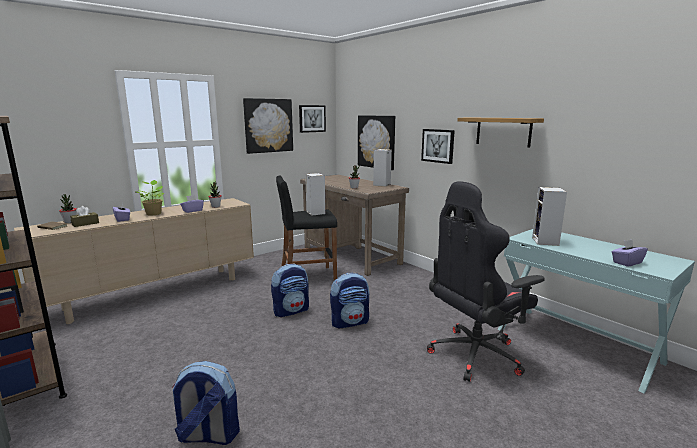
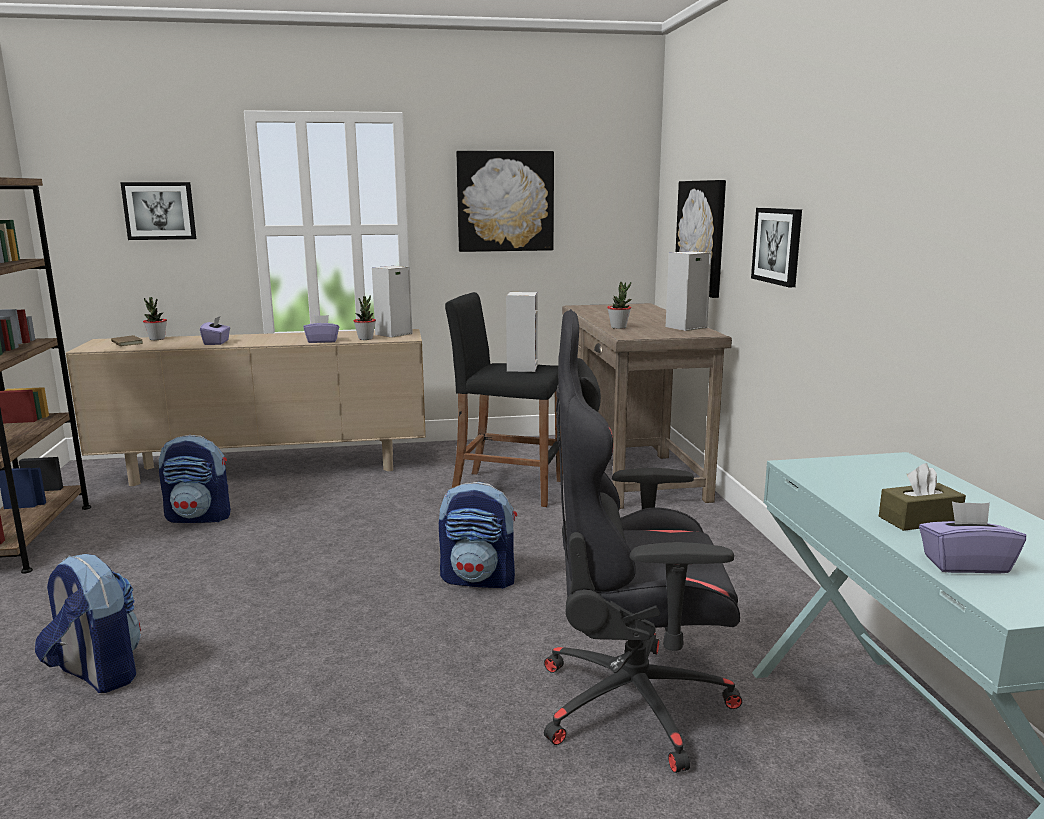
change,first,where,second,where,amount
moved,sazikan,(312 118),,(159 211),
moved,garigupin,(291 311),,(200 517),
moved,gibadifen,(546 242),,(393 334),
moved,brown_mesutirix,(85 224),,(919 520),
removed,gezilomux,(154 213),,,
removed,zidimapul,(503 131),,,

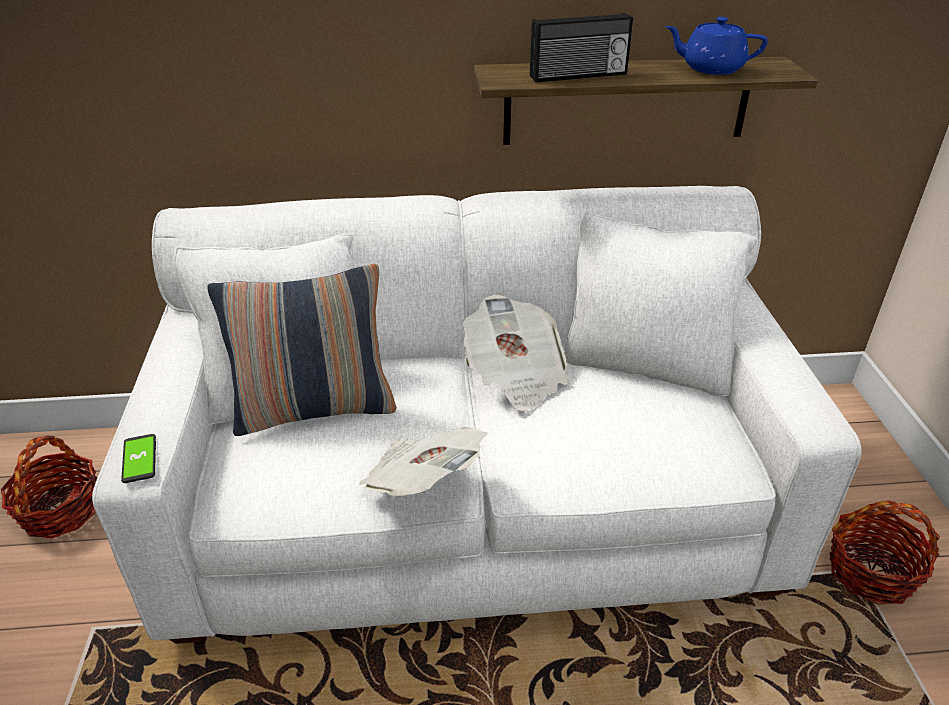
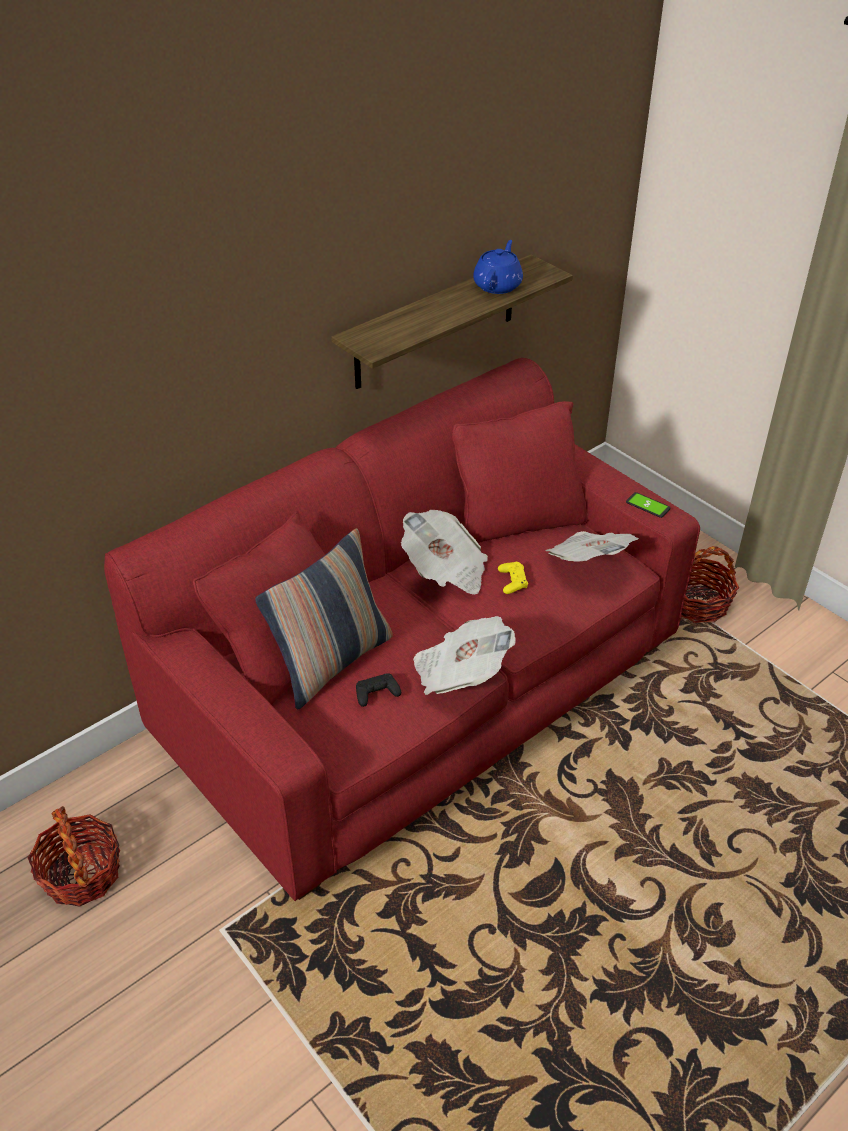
change,first,where,second,where,amount
recoloured,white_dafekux,(473 510),red_dafekux,(423 694),
added,,,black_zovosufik,(377 693),
turned,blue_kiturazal,(710 68),,(498 285),135 degrees clockwise
added,,,yellow_zovosufik,(512 581),
added,,,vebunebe,(588 562),
moved,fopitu,(139 459),,(648 505),
removed,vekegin,(579 76),,,

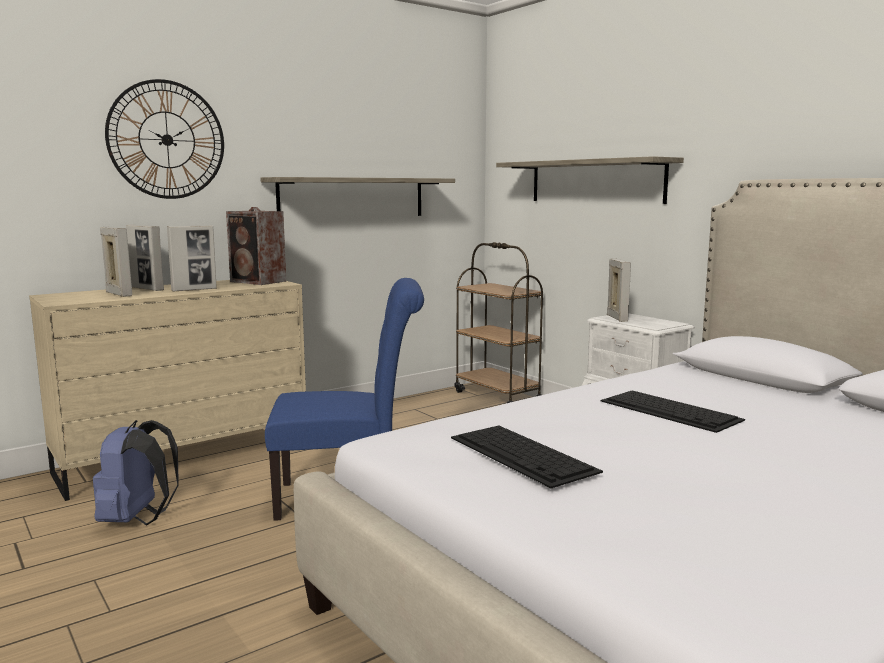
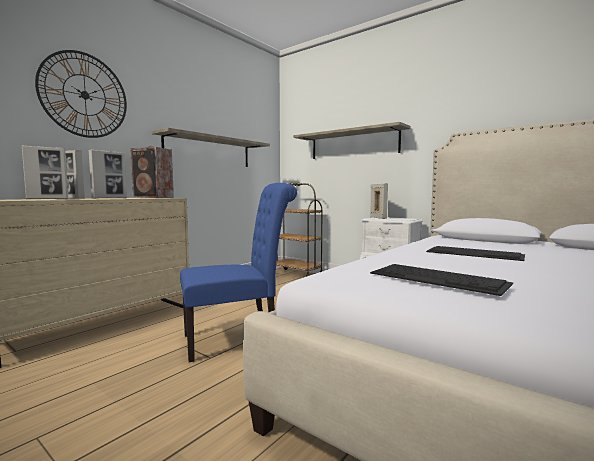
change,first,where,second,where,amount
turned,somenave,(119 294),,(48 199),120 degrees clockwise
removed,blue_garigupin,(137 519),,,

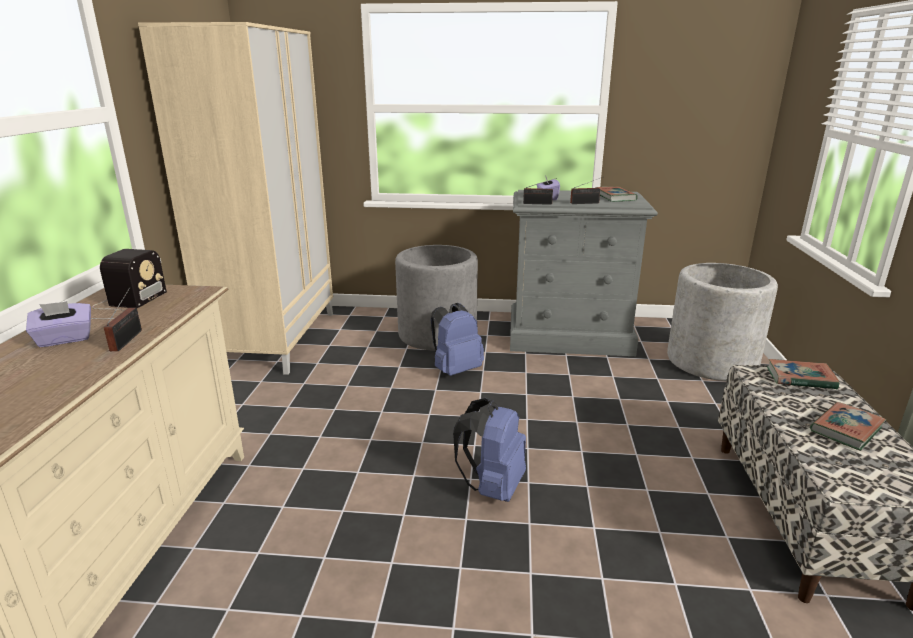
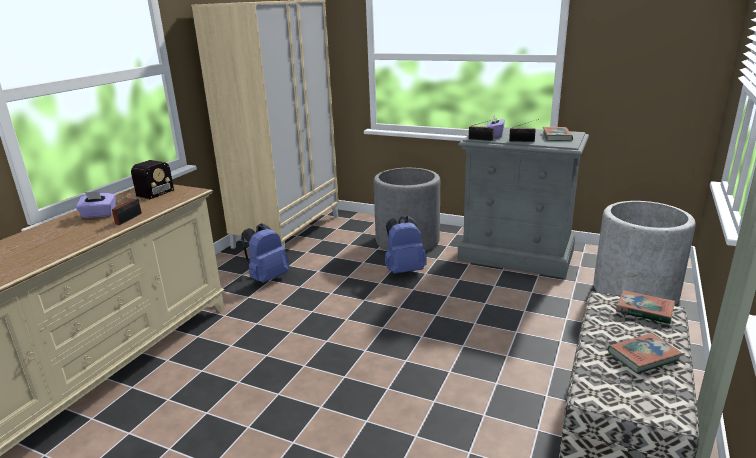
change,first,where,second,where,amount
moved,blue_garigupin,(492 487),,(267 278),

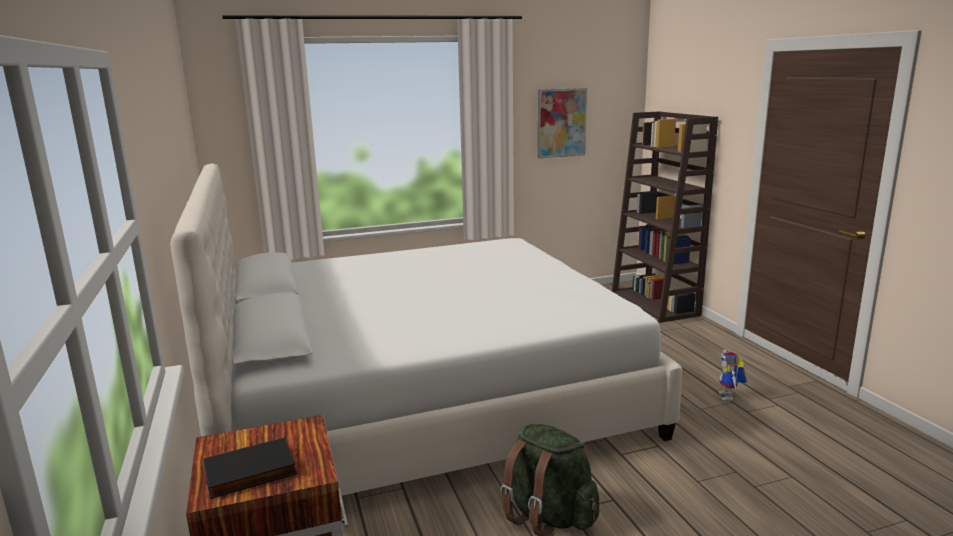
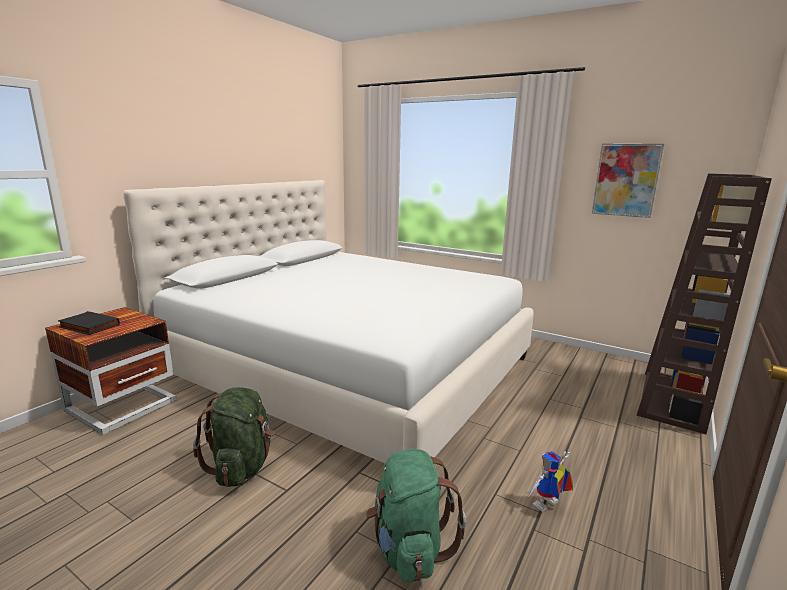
change,first,where,second,where,amount
added,,,green_garigupin,(409 548),

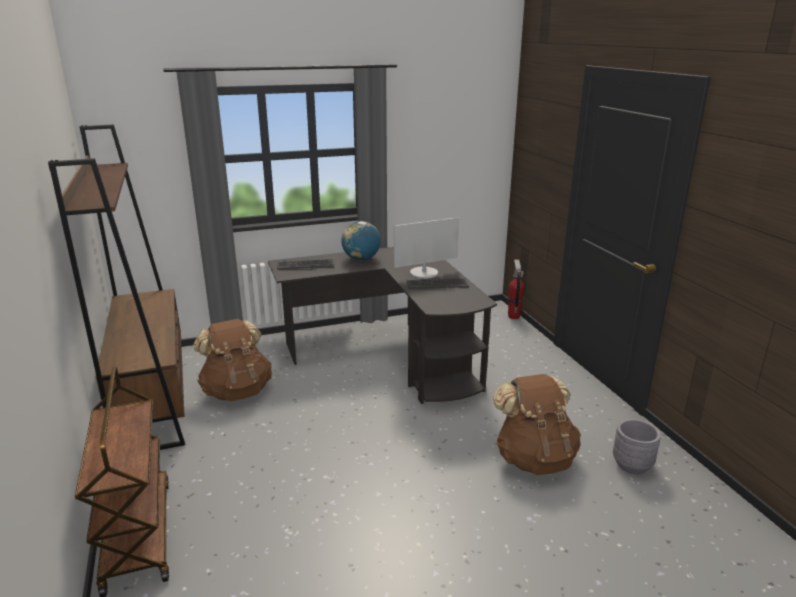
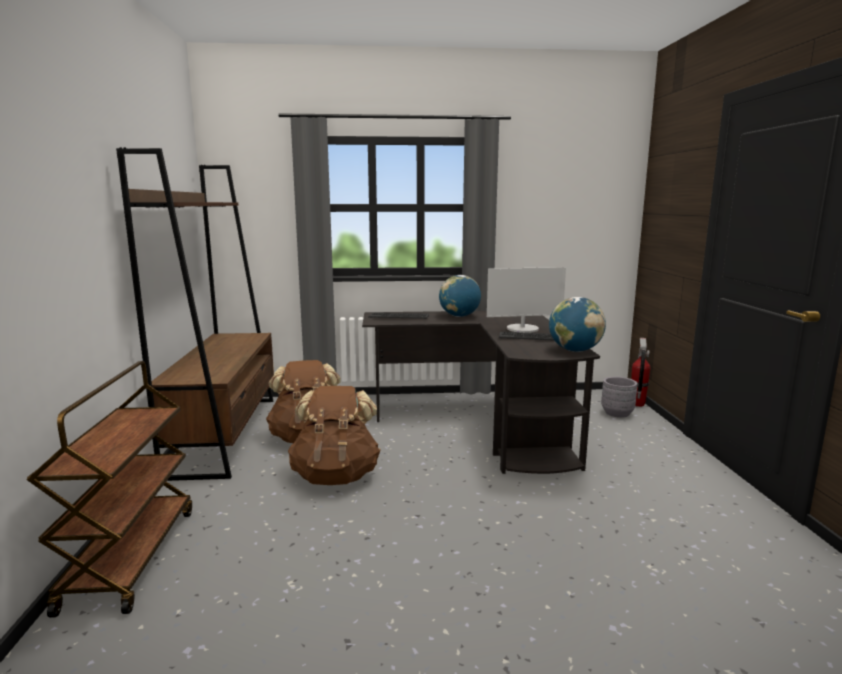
change,first,where,second,where,amount
moved,brown_garigupin,(534 458),,(336 476),
added,,,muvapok,(575 350),
moved,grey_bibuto,(632 465),,(617 413),

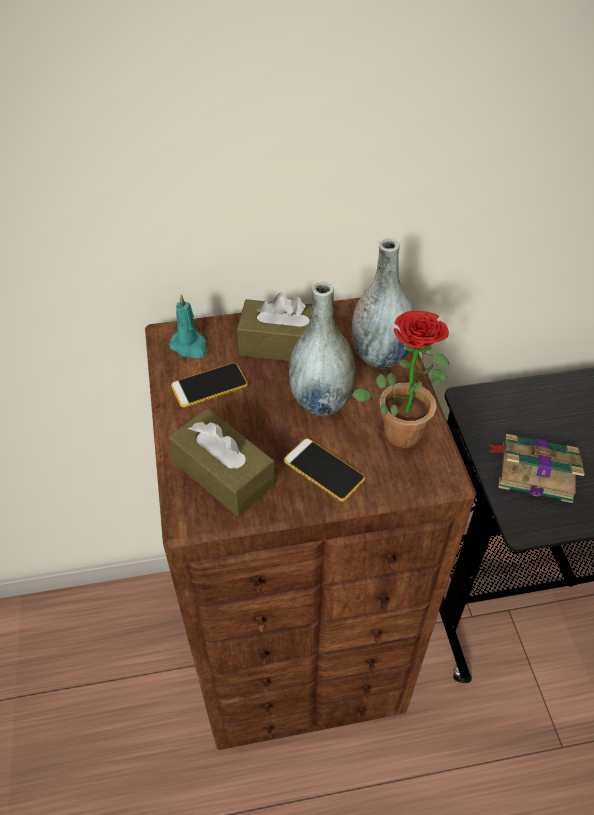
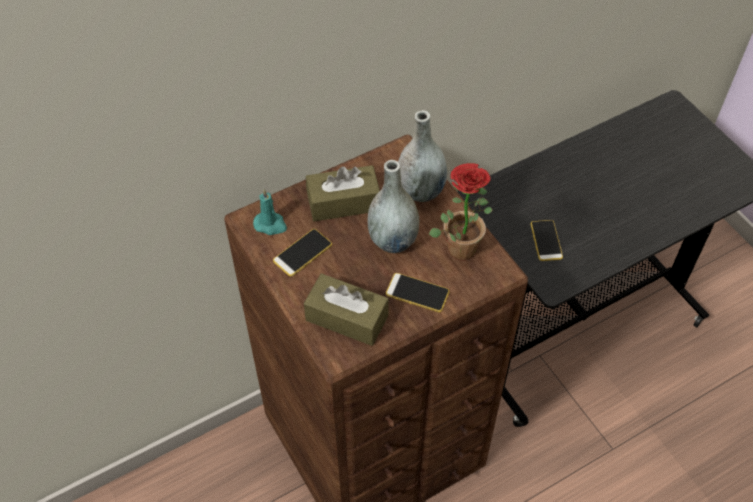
change,first,where,second,where,amount
replaced,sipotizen,(534 470),fopitu,(546 240),

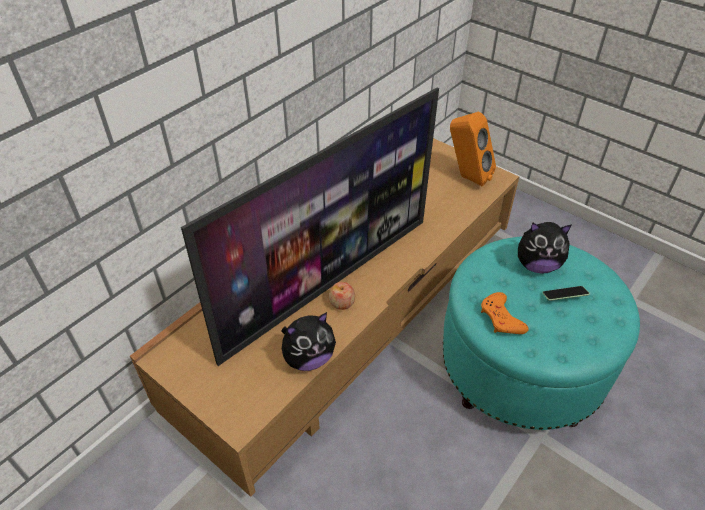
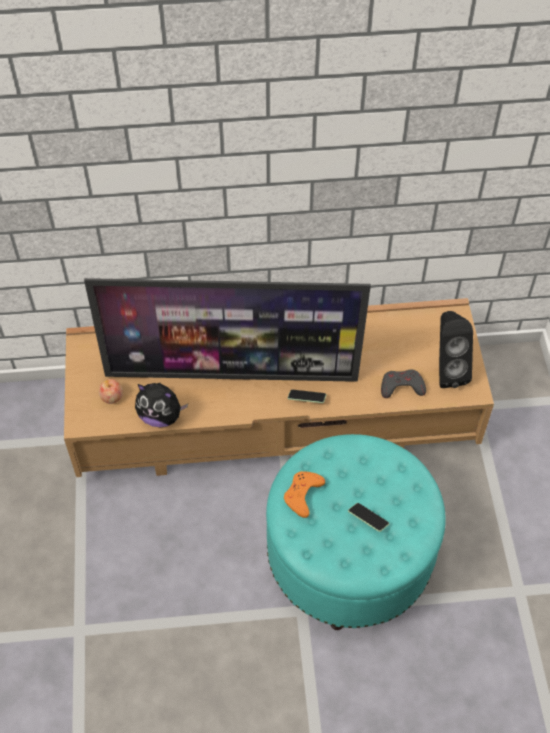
change,first,where,second,where,amount
moved,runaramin,(342 303),,(112 396),
added,,,fopitu,(306 399),
added,,,grey_zovosufik,(401 386),
recoloured,orange_gibadifen,(466 177),black_gibadifen,(446 370),
removed,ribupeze,(537 265),,,

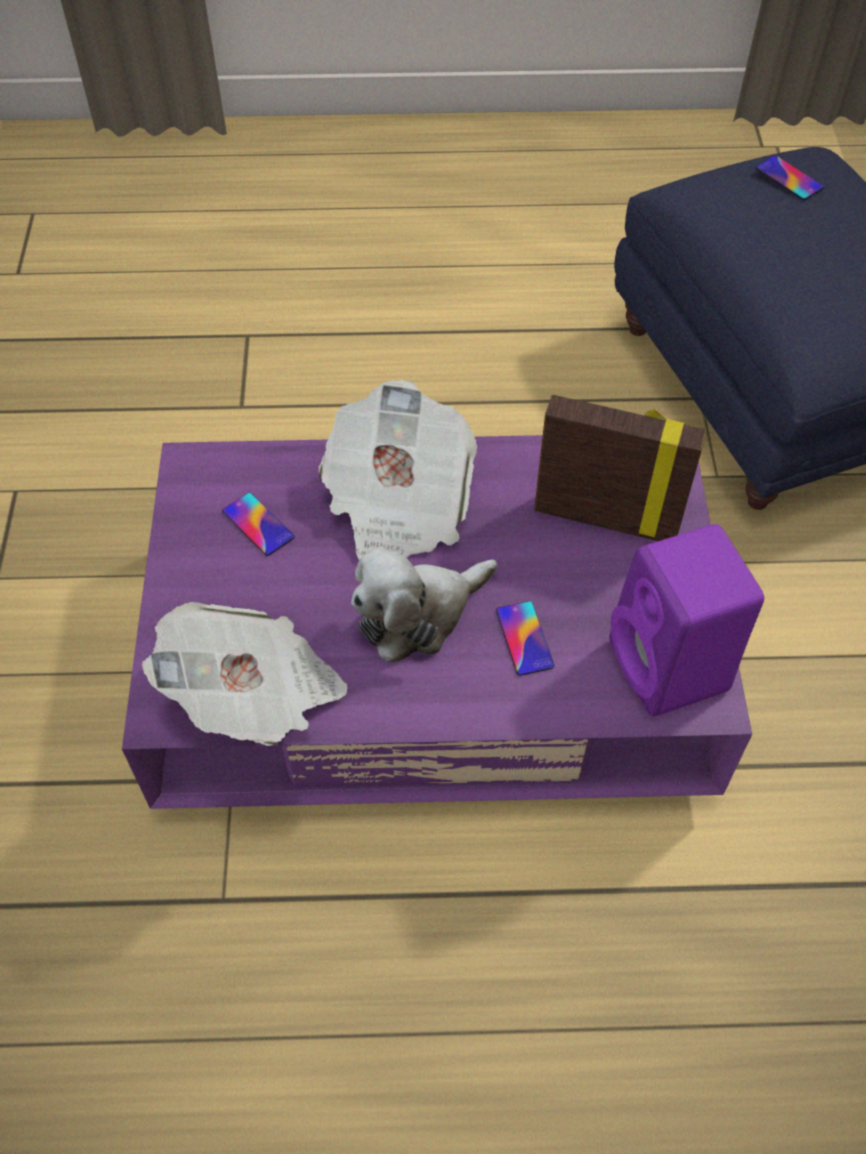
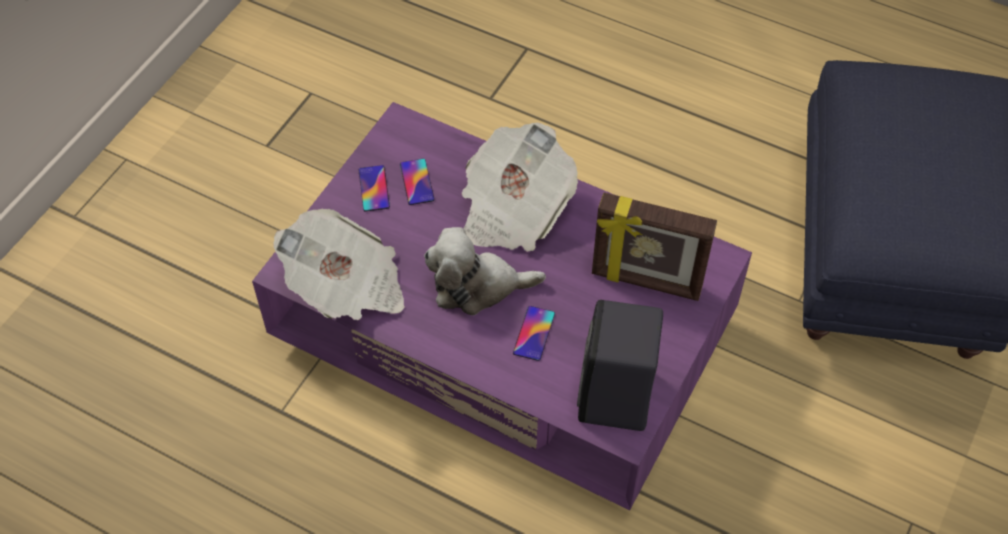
change,first,where,second,where,amount
moved,fopitu,(789 178),,(374 188),
recoloured,purple_gibadifen,(671 668),black_gibadifen,(615 399),
turned,somenave,(606 517),,(646 282),150 degrees clockwise

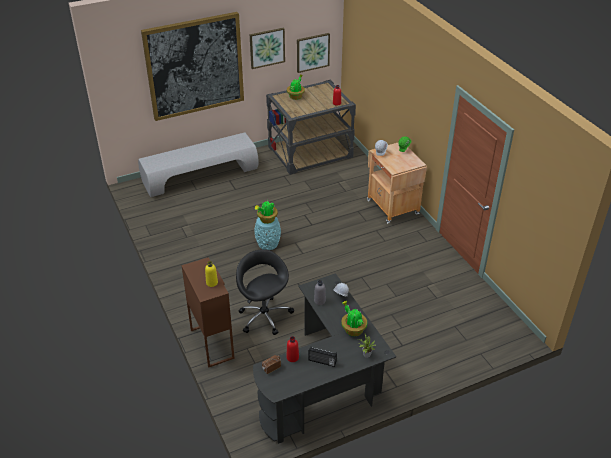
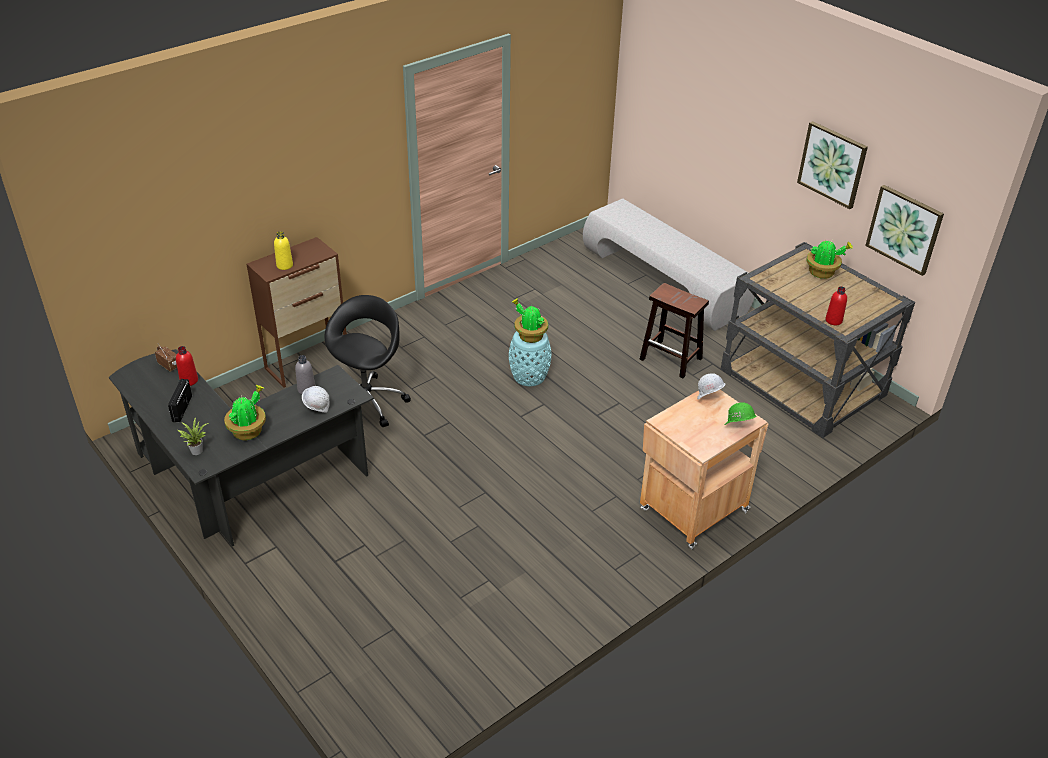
change,first,where,second,where,amount
added,,,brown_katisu,(671 359),
removed,sazikan,(194 66),,,

